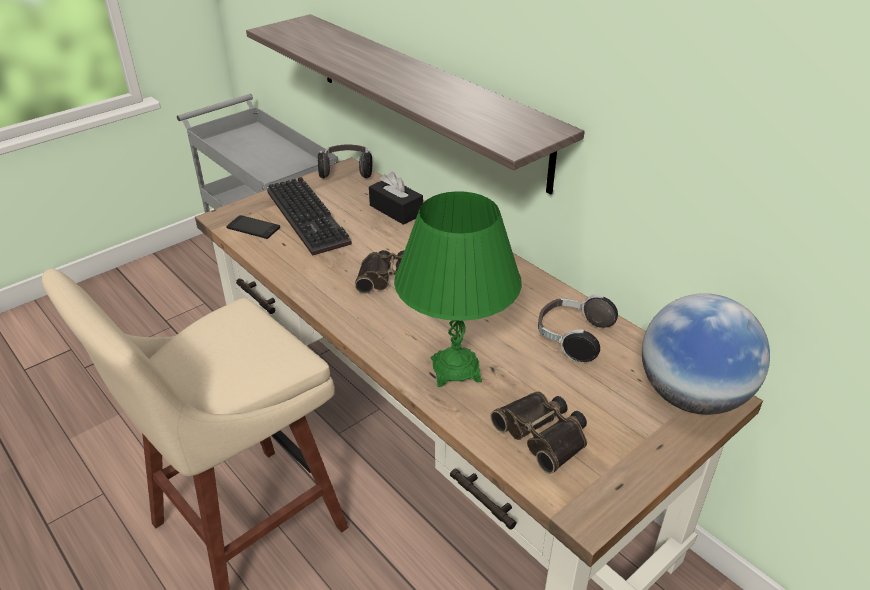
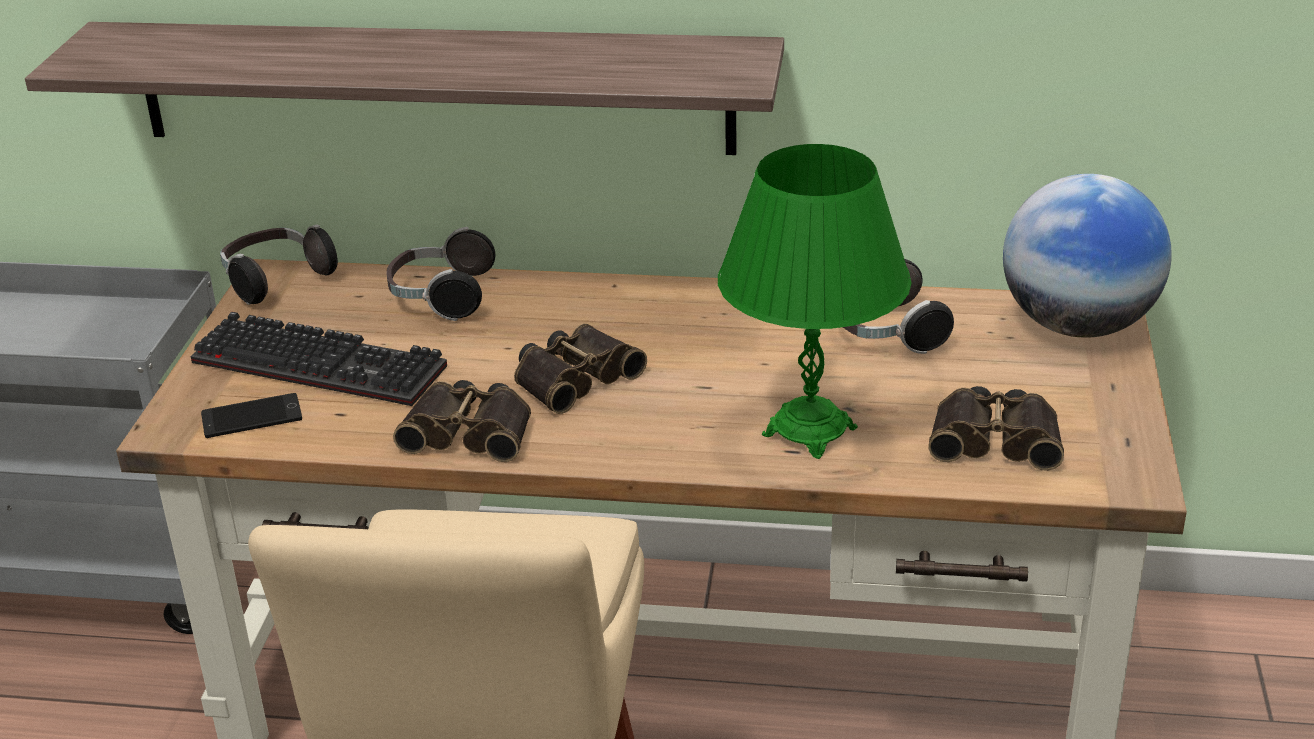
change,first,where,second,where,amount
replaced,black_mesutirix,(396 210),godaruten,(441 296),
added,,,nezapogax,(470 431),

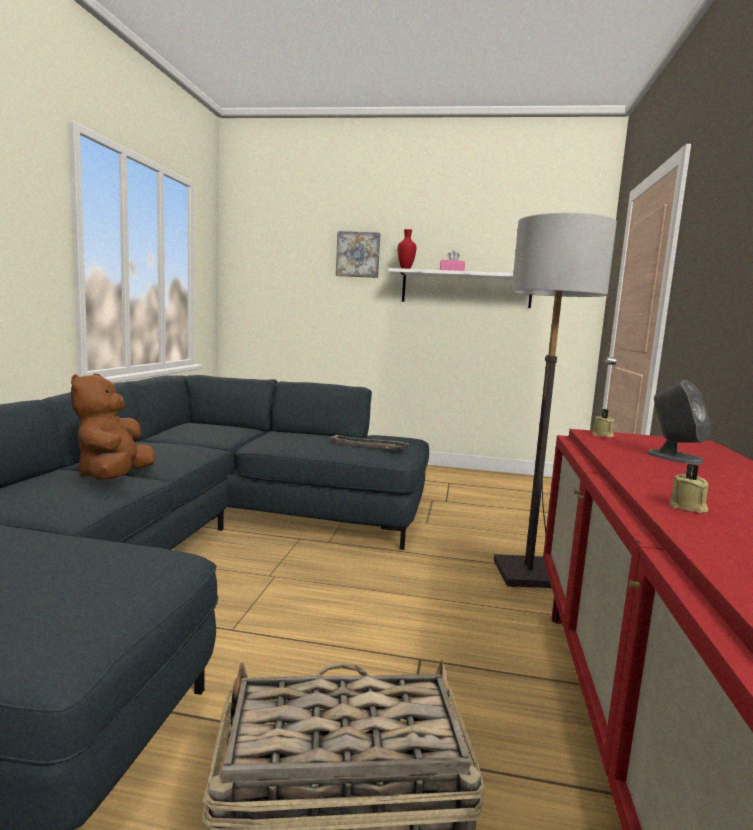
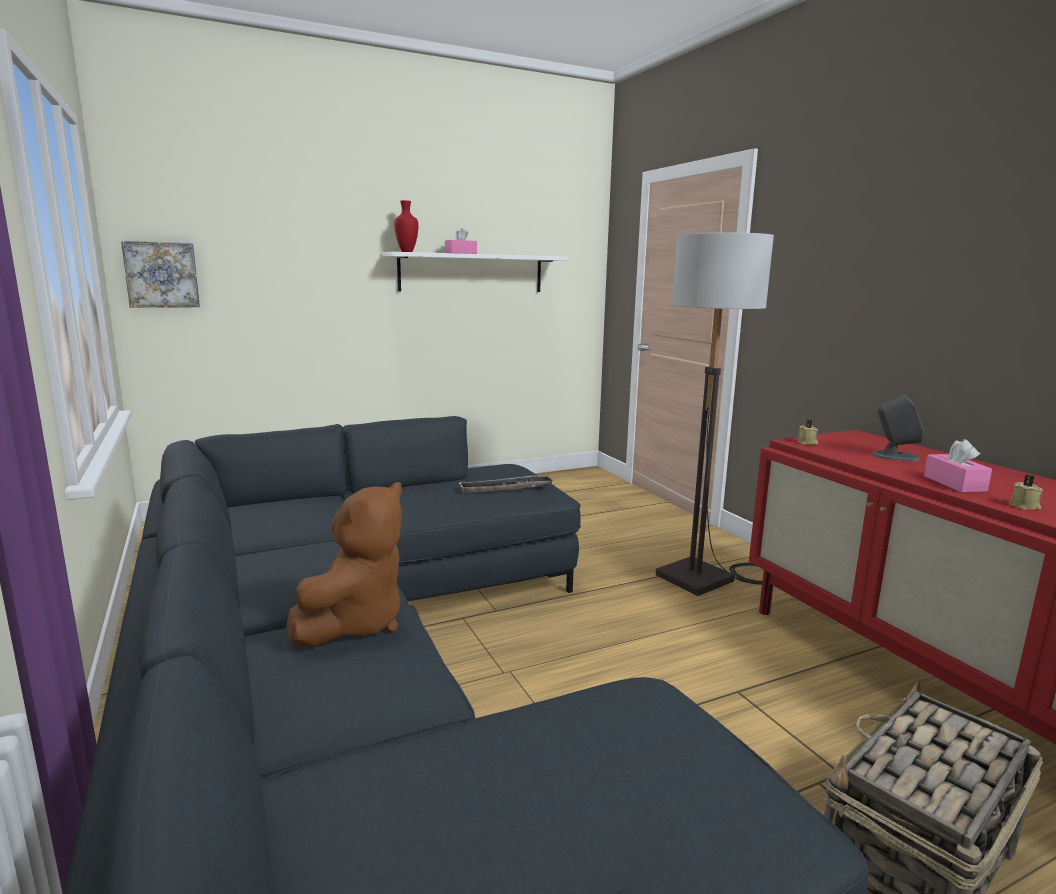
change,first,where,second,where,amount
moved,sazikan,(358 254),,(162 275),
turned,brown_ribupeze,(114 478),,(355 624),120 degrees counterclockwise
added,,,pink_mesutirix,(954 483),

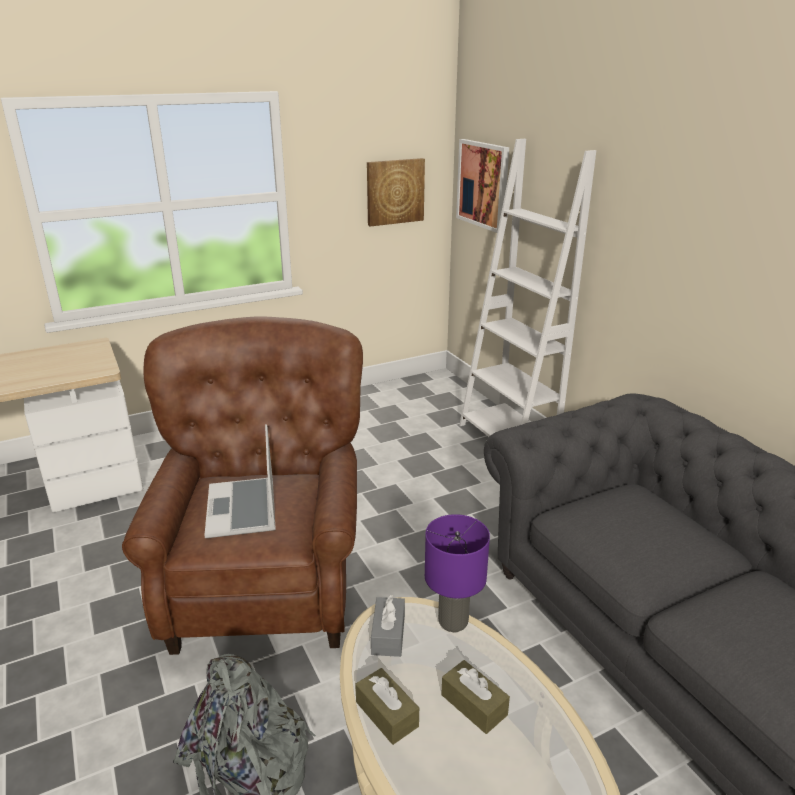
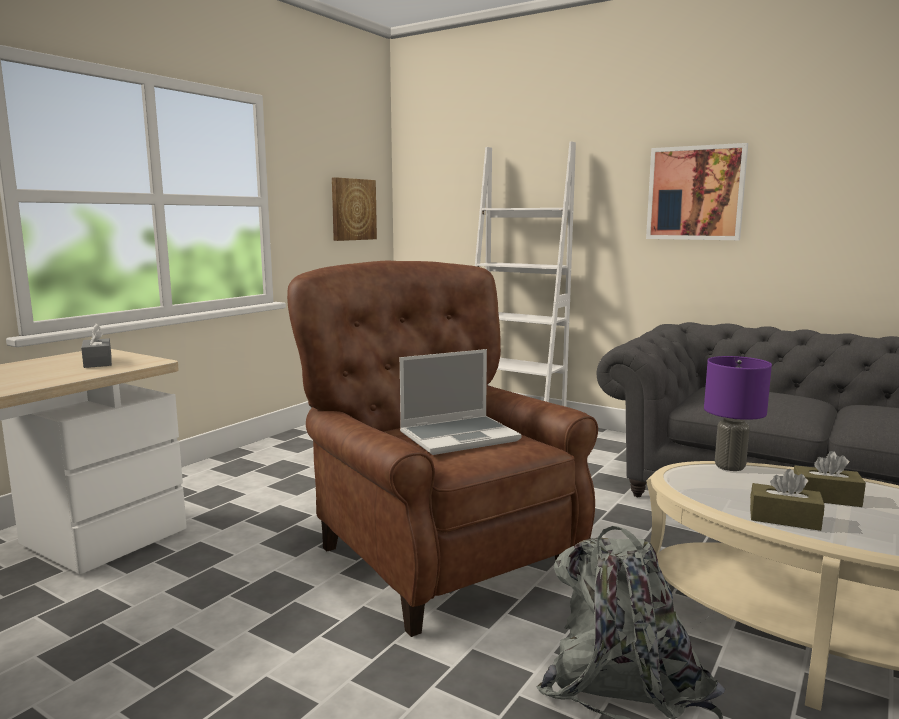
change,first,where,second,where,amount
moved,grey_mesutirix,(388 634),,(98 362),
turned,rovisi,(243 510),,(460 436),75 degrees counterclockwise
moved,sazikan,(483 184),,(695 193),

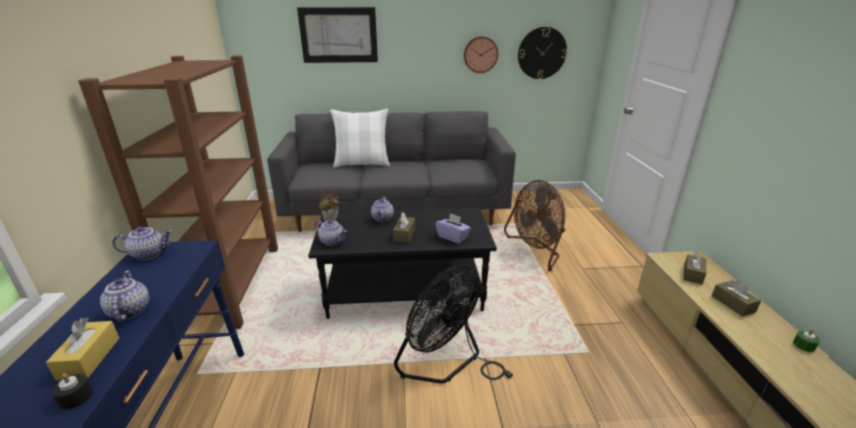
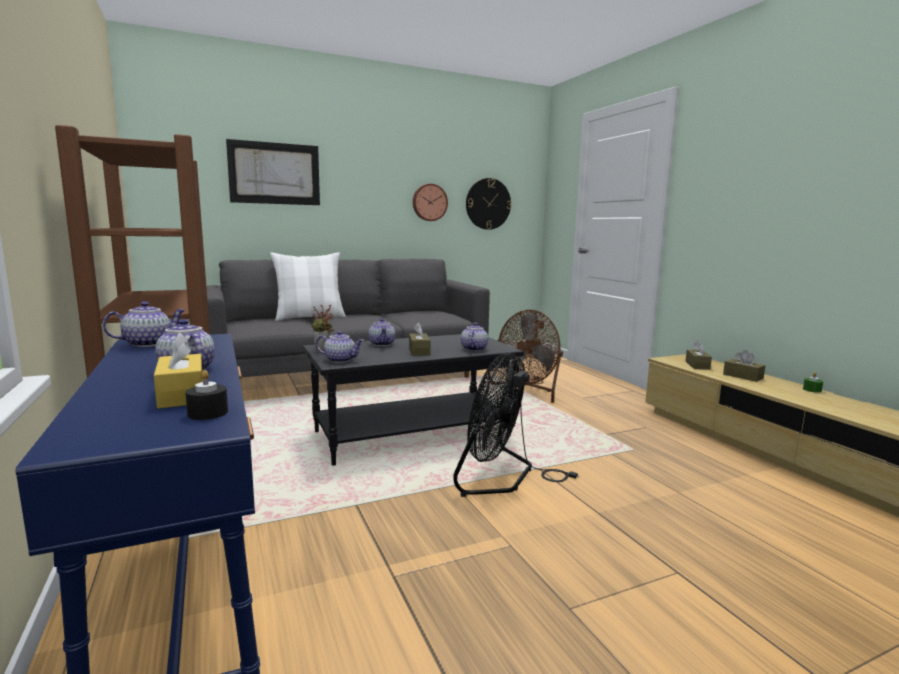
change,first,where,second,where,amount
replaced,purple_mesutirix,(453 237),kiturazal,(473 349),

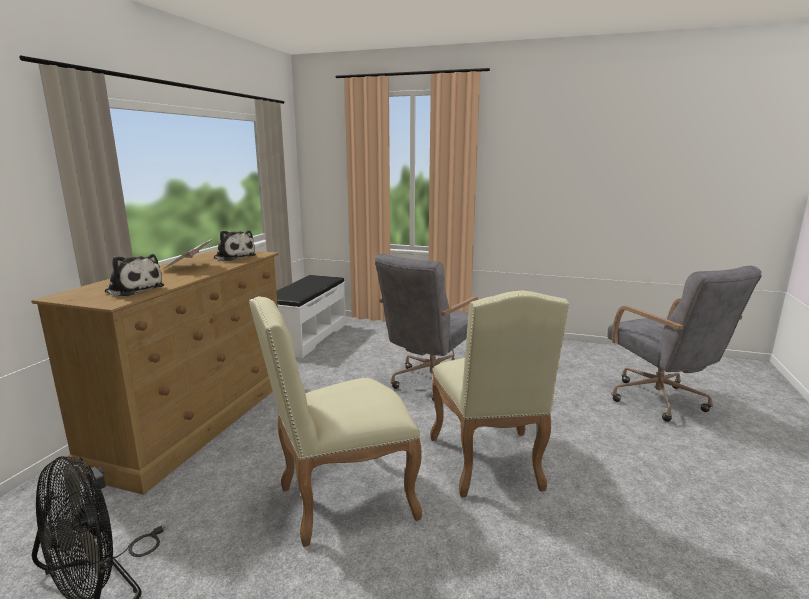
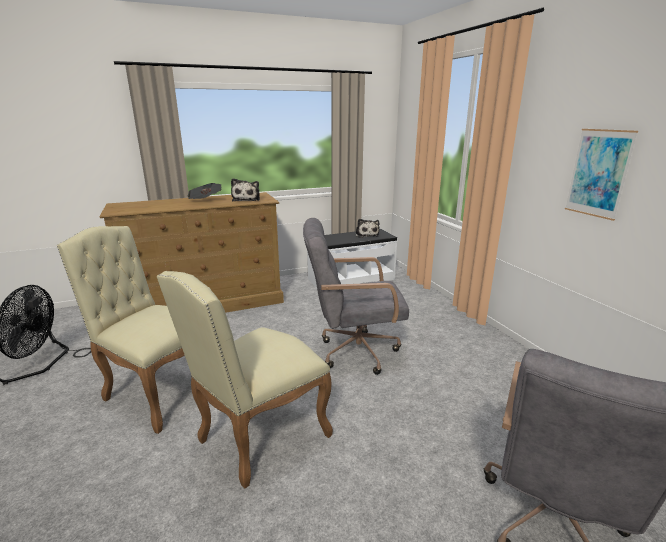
change,first,where,second,where,amount
moved,ribupeze,(133 289),,(366 235),
added,,,sazikan,(598 173),

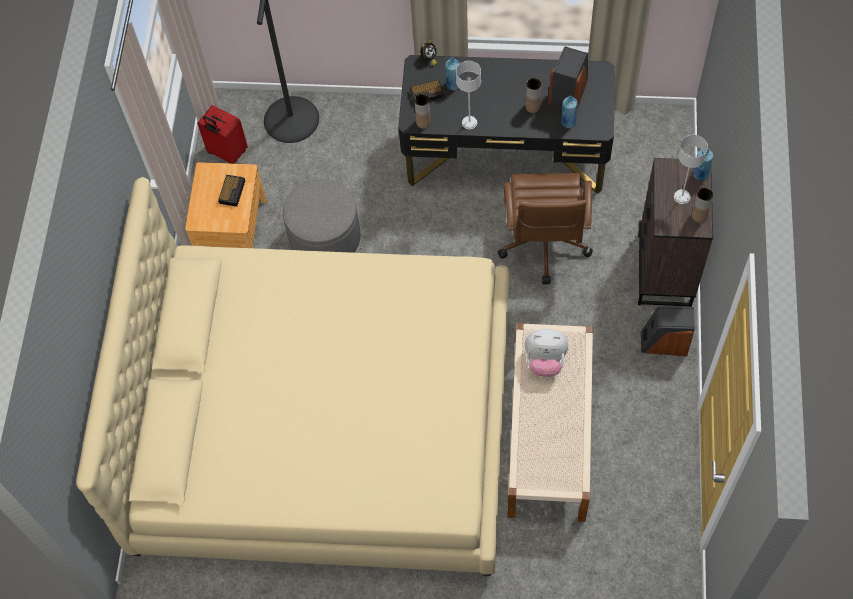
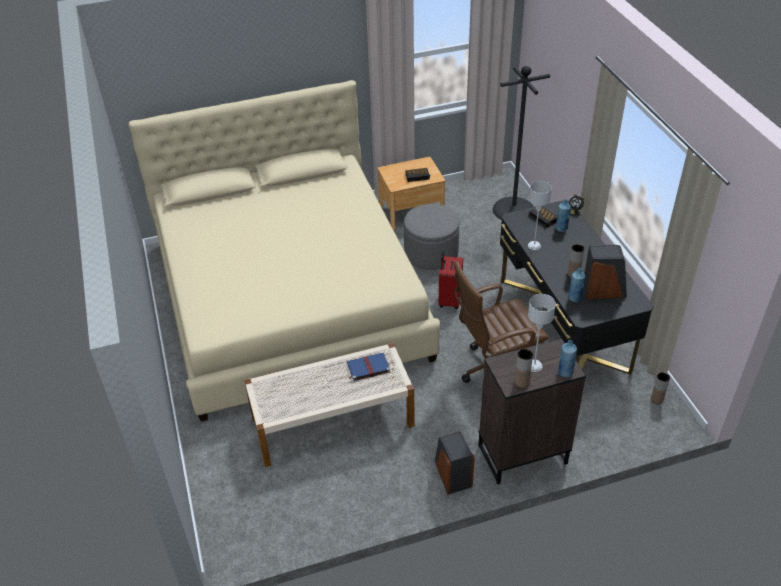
change,first,where,second,where,amount
replaced,ribupeze,(545 361),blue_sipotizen,(367 368),
moved,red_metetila,(227 153),,(449 300),
moved,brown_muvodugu,(423 123),,(657 399),

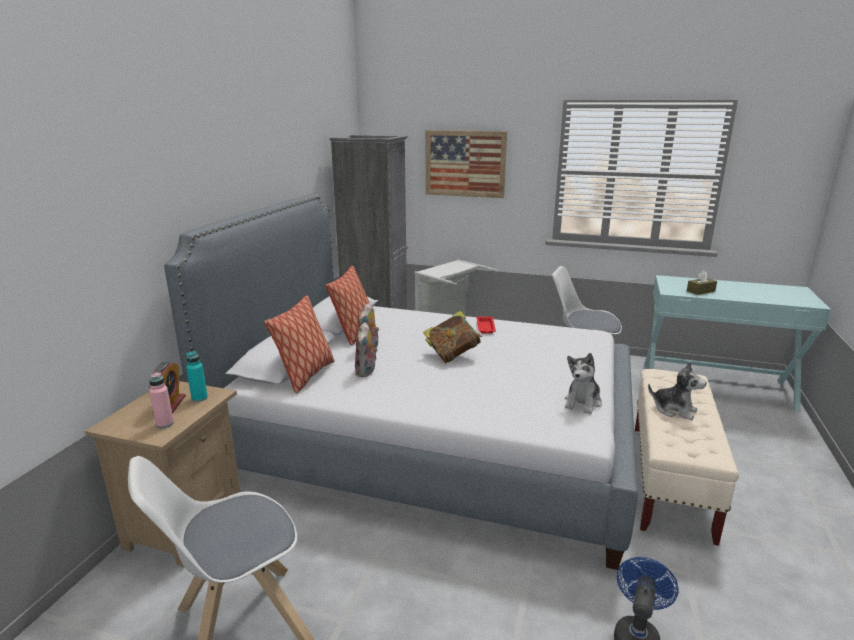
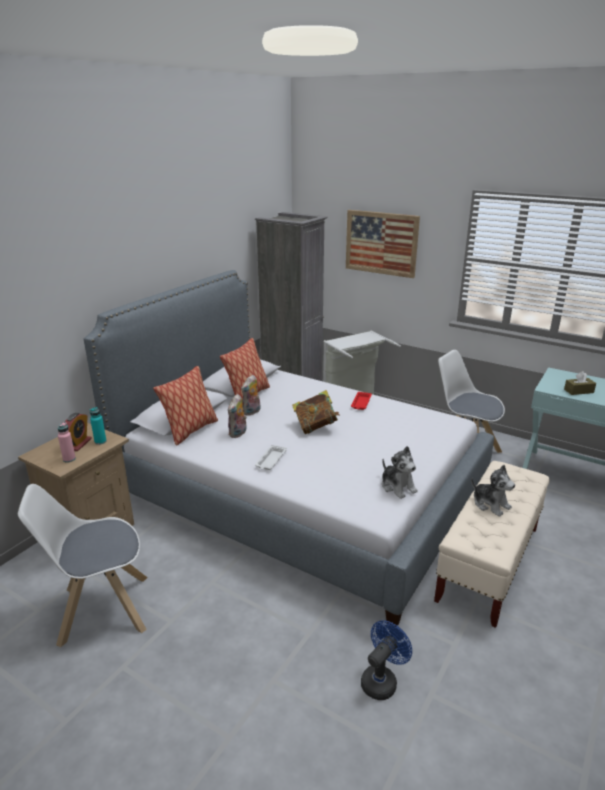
change,first,where,second,where,amount
added,,,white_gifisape,(270 460),
turned,ribupeze,(583 402),,(398 487),75 degrees counterclockwise

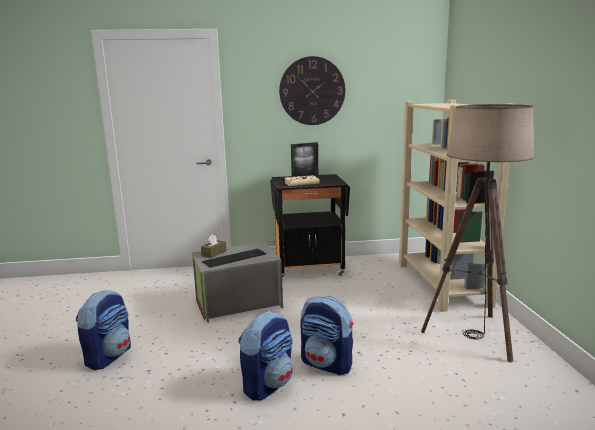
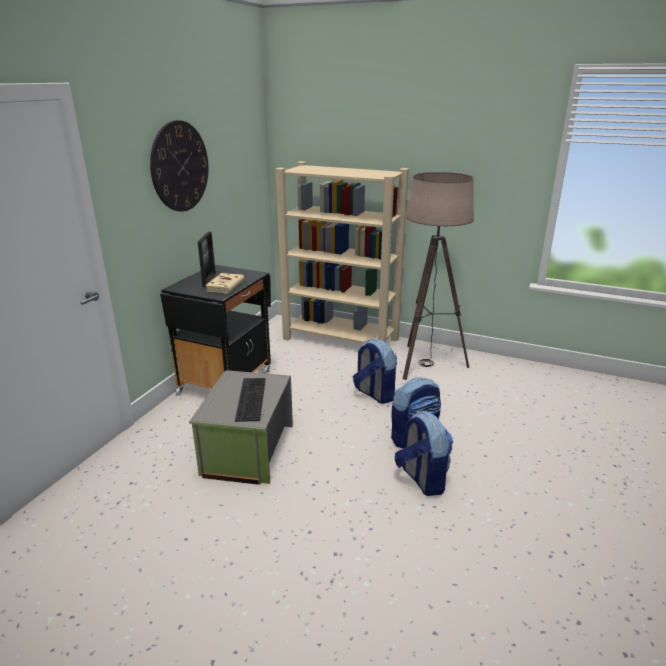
change,first,where,second,where,amount
moved,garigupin,(108 356),,(374 394),
removed,brown_mesutirix,(214 253),,,

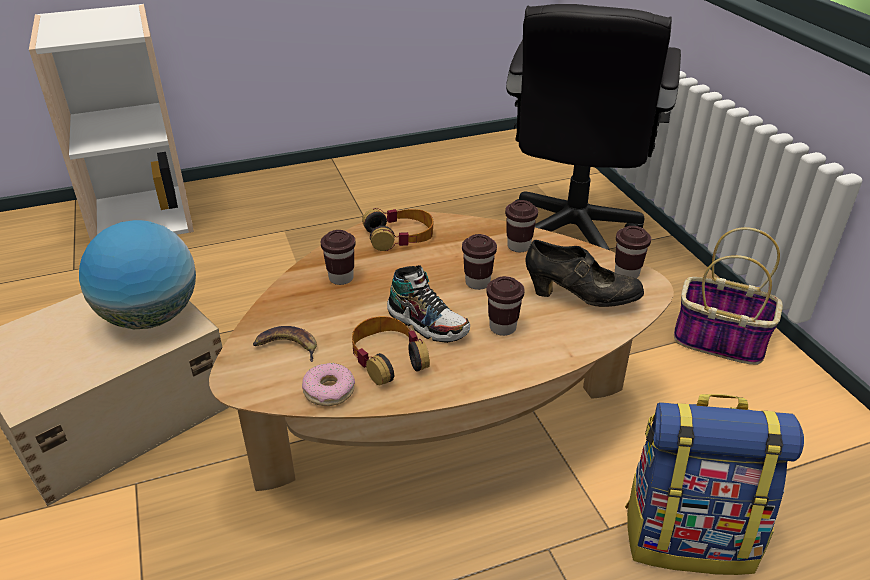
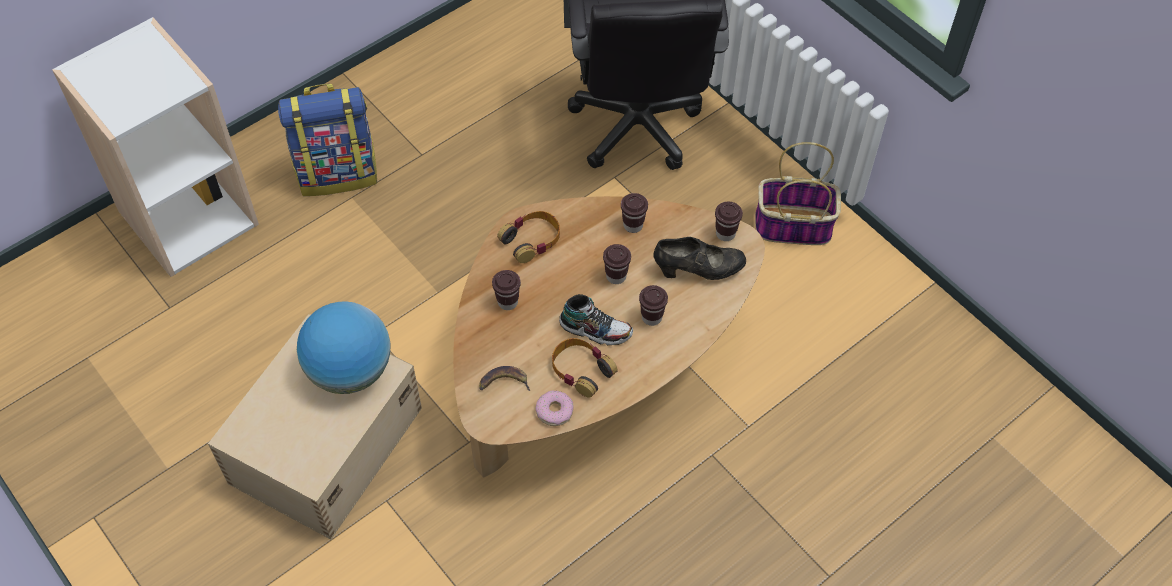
change,first,where,second,where,amount
moved,garigupin,(689 537),,(338 172),

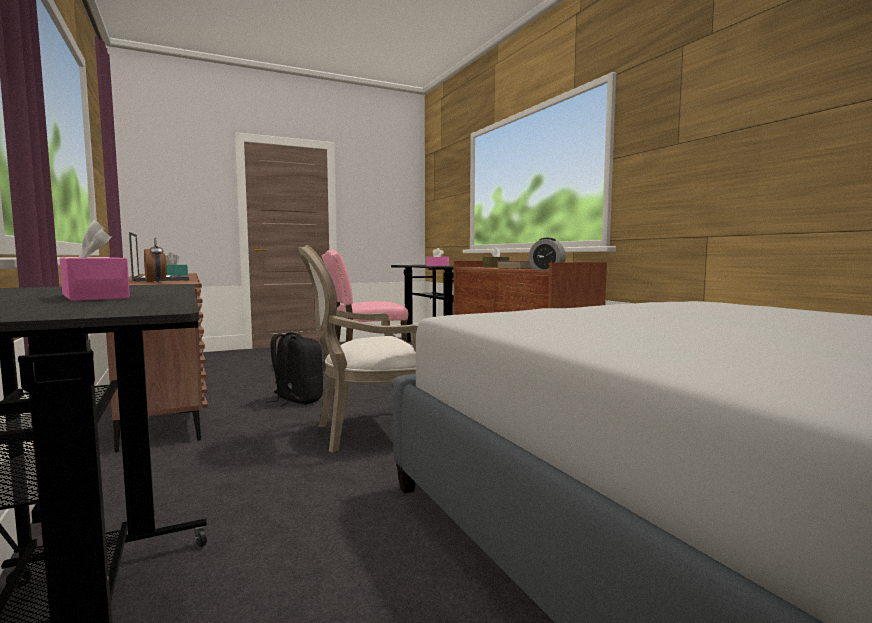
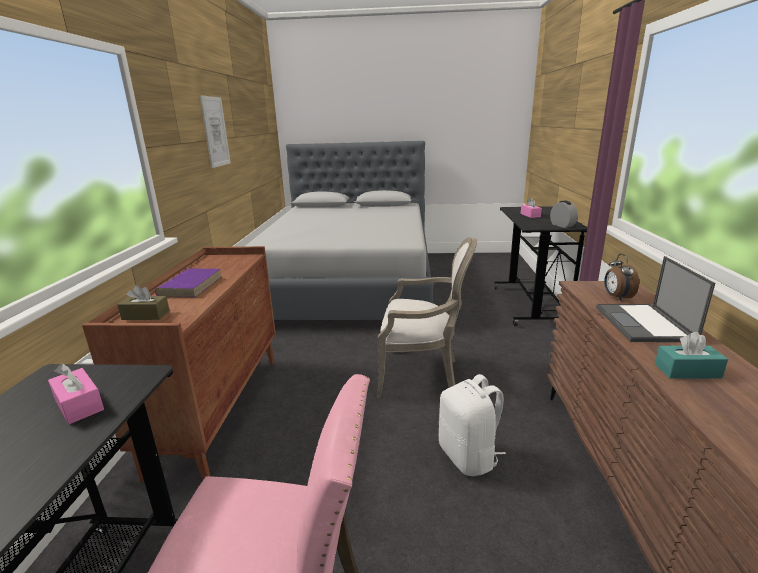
change,first,where,second,where,amount
added,,,sazikan,(215 132),
recoloured,black_garigupin,(296 400),white_garigupin,(469 456),
moved,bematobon,(546 270),,(562 225),

